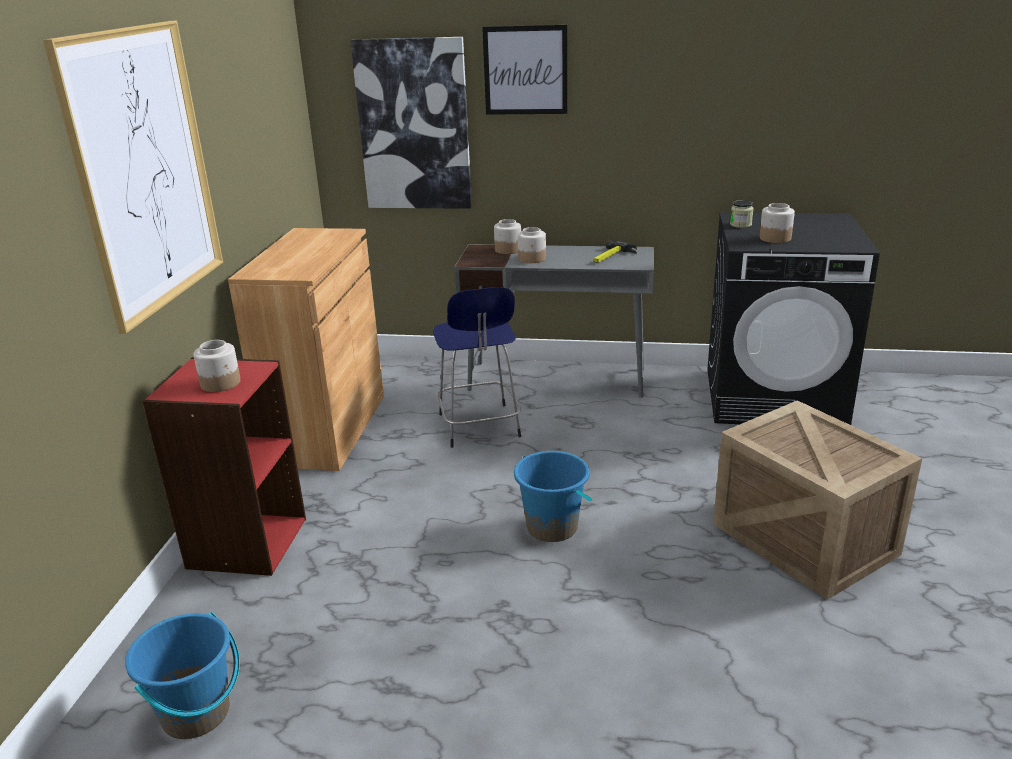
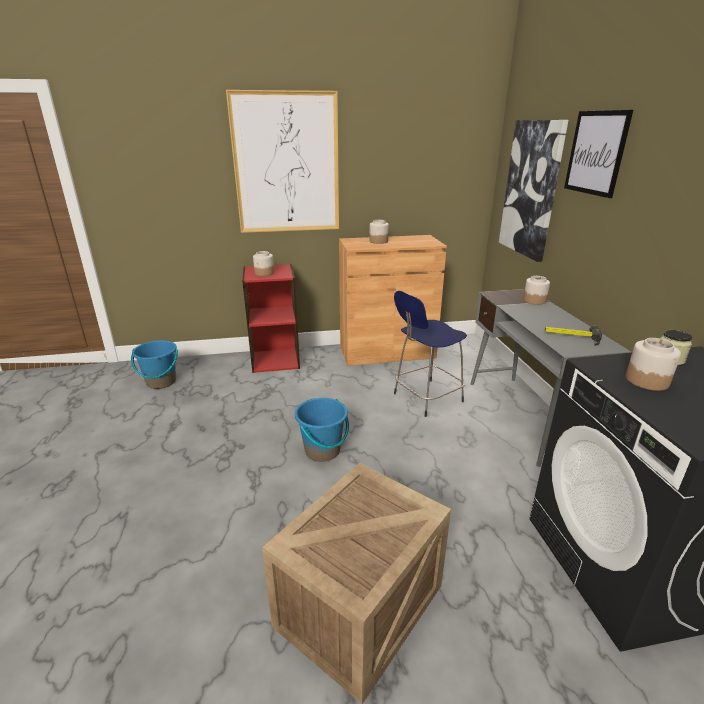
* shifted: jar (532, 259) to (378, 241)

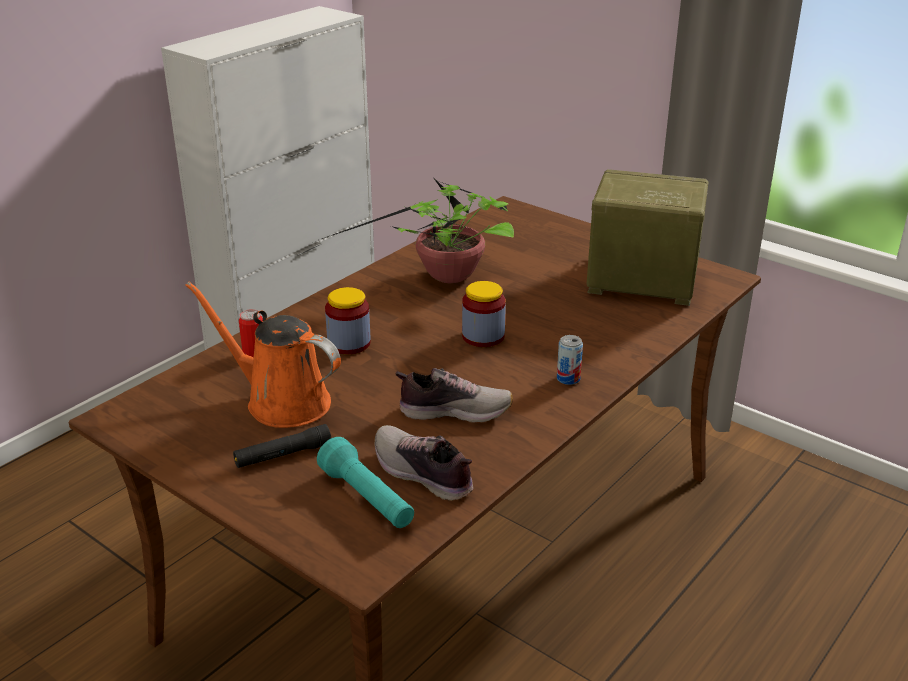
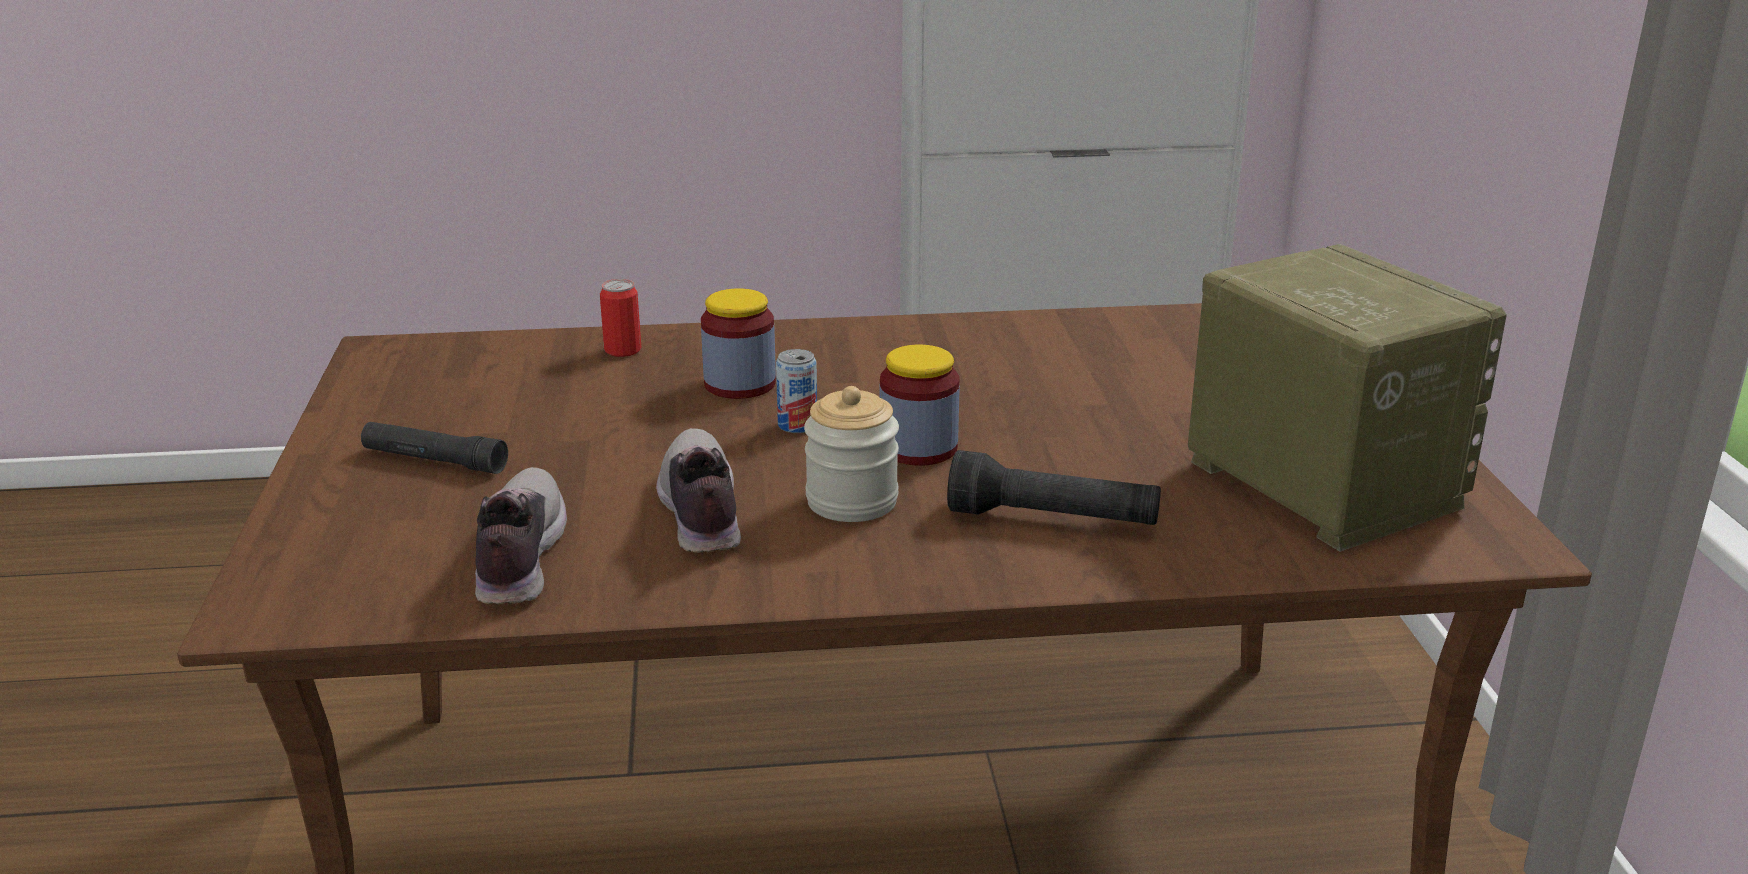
* rotated: shoe (454, 411) = (699, 512) 150 degrees counterclockwise
* shifted: can (568, 378) to (797, 425)
* new: jar (852, 501)
* new: black flashlight (1052, 520)
* gone: orange watering can (281, 401)
* gone: turquoise flashlight (367, 499)
* gone: potted plant (445, 277)

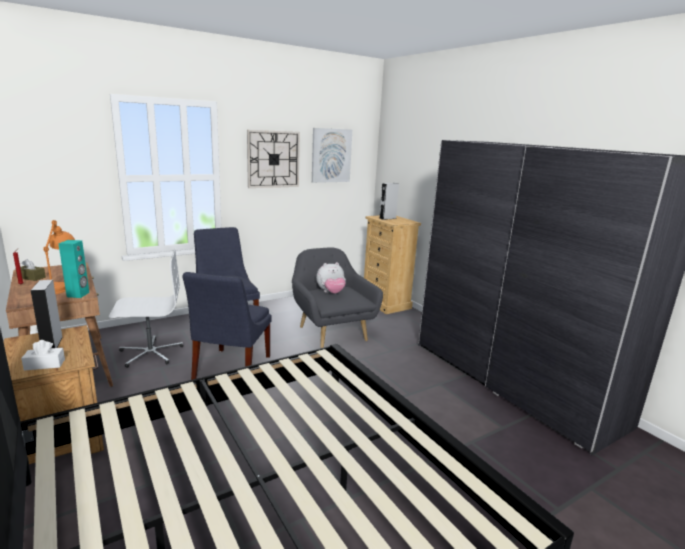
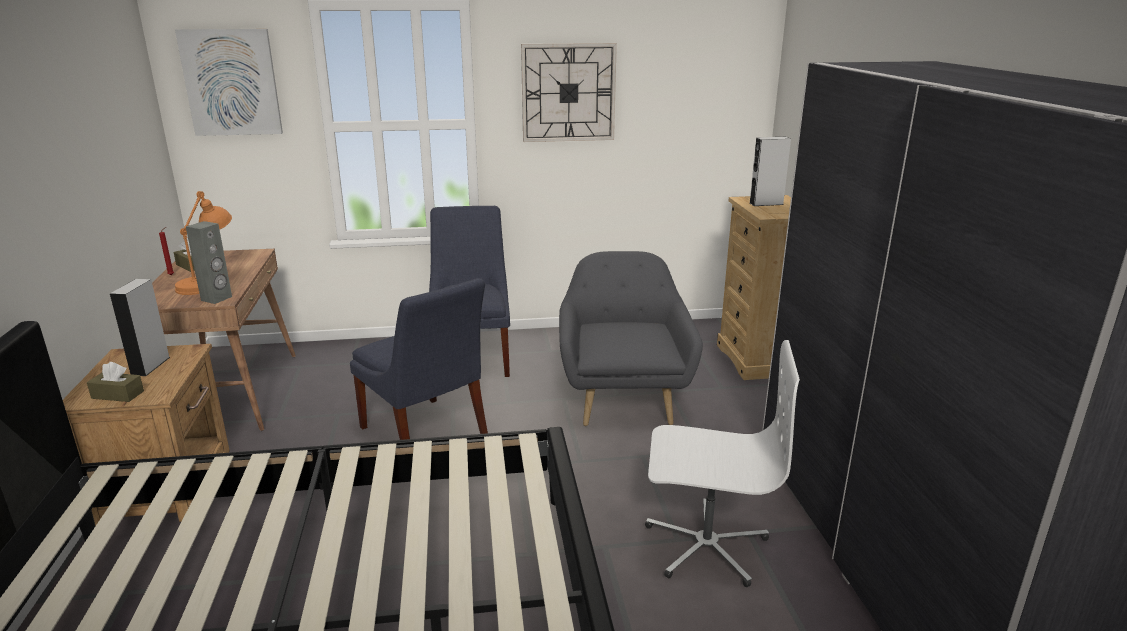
* repainted: white tissue box (44, 364) to brown tissue box (117, 395)
* shifted: picture (331, 155) to (231, 82)
* repainted: turquoise speaker (78, 294) to grey speaker (217, 298)
* rotated: blue chair (230, 369) = (425, 435) 75 degrees counterclockwise
* shifted: white office chair (150, 353) to (705, 545)
* gone: plush toy (331, 293)

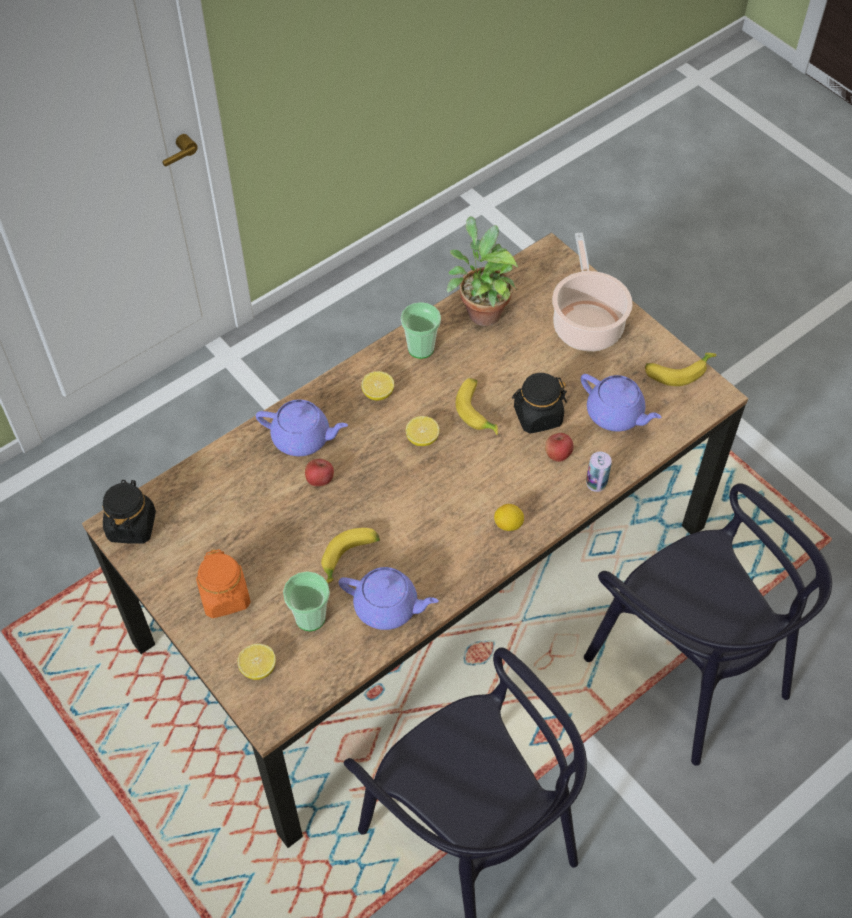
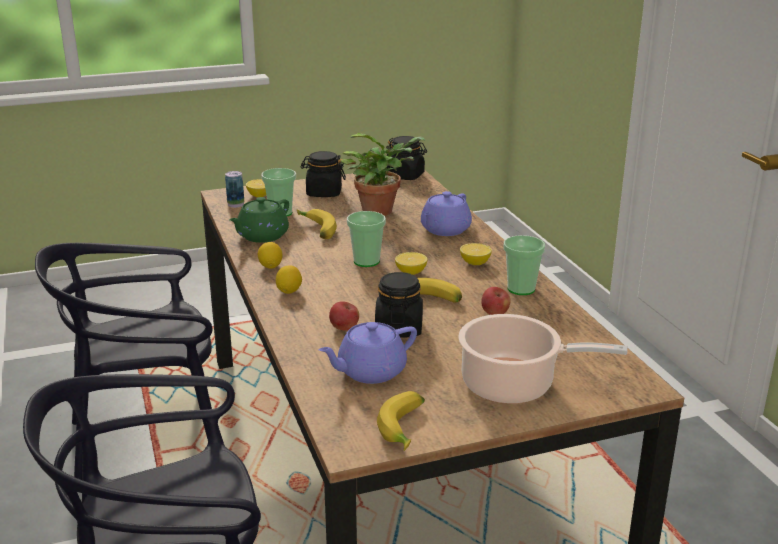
* shifted: can (596, 483) to (236, 204)
* repainted: purple teapot (387, 607) to green teapot (261, 236)
* new: lemon (270, 266)
* repainted: orange jar (225, 597) to black jar (323, 193)
* shifted: potted plant (481, 310) to (381, 210)
* new: cup (366, 261)
* shifted: apple (319, 480) to (495, 314)

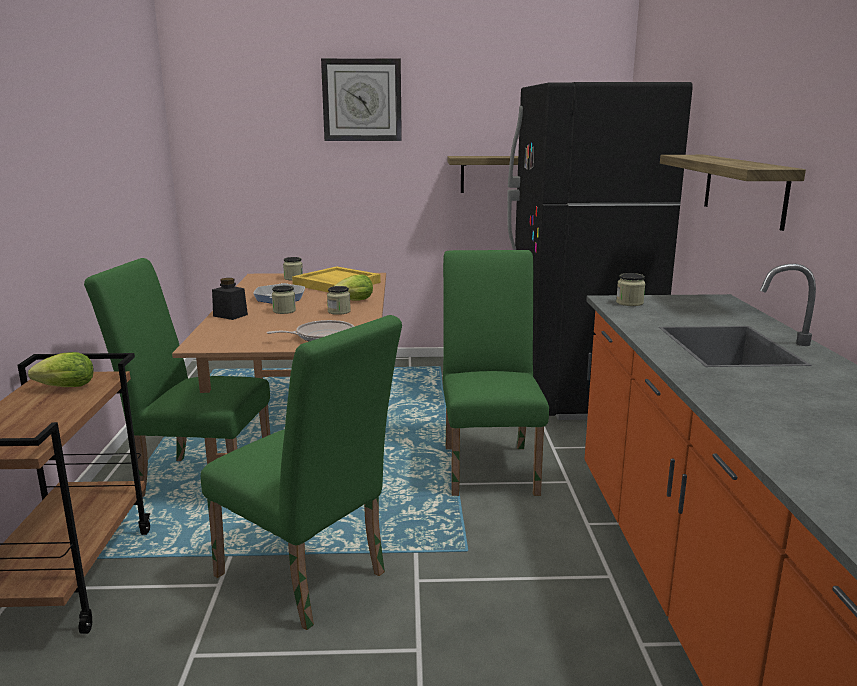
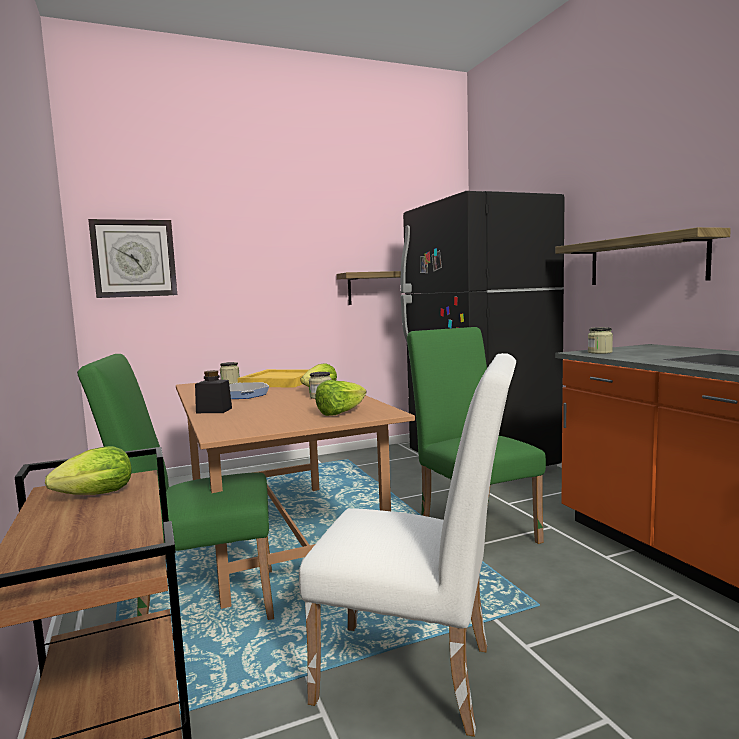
* shifted: wall clock (362, 100) to (134, 258)
* repainted: green chair (308, 579) to white chair (419, 677)
* swapped: frying pan (321, 336) to lettuce (340, 413)
* gone: jar (284, 311)

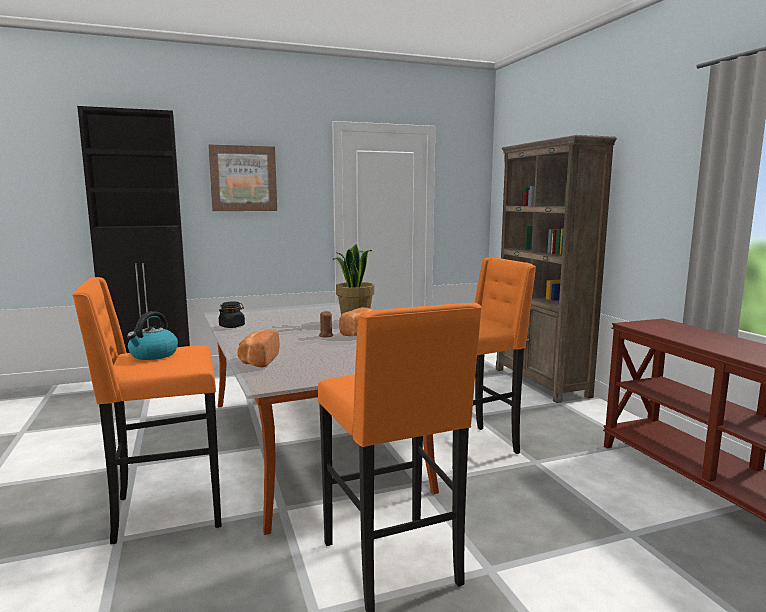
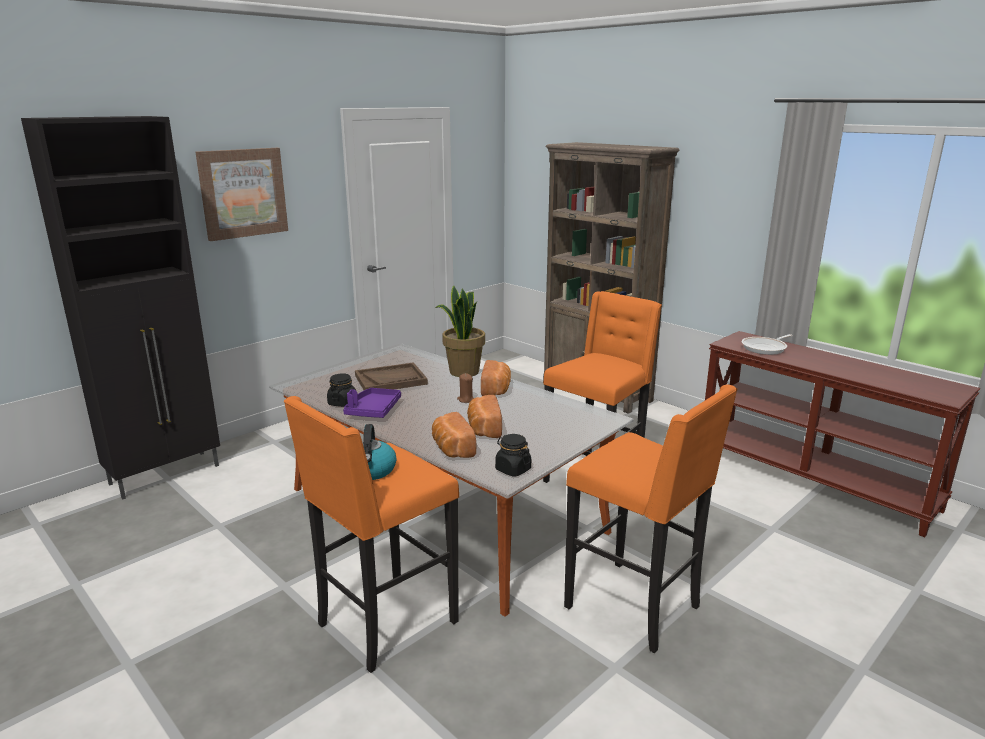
* new: purple tray (373, 410)
* new: brown tray (391, 380)
* new: bread (483, 429)
* new: black jar (513, 469)
* new: frying pan (765, 348)

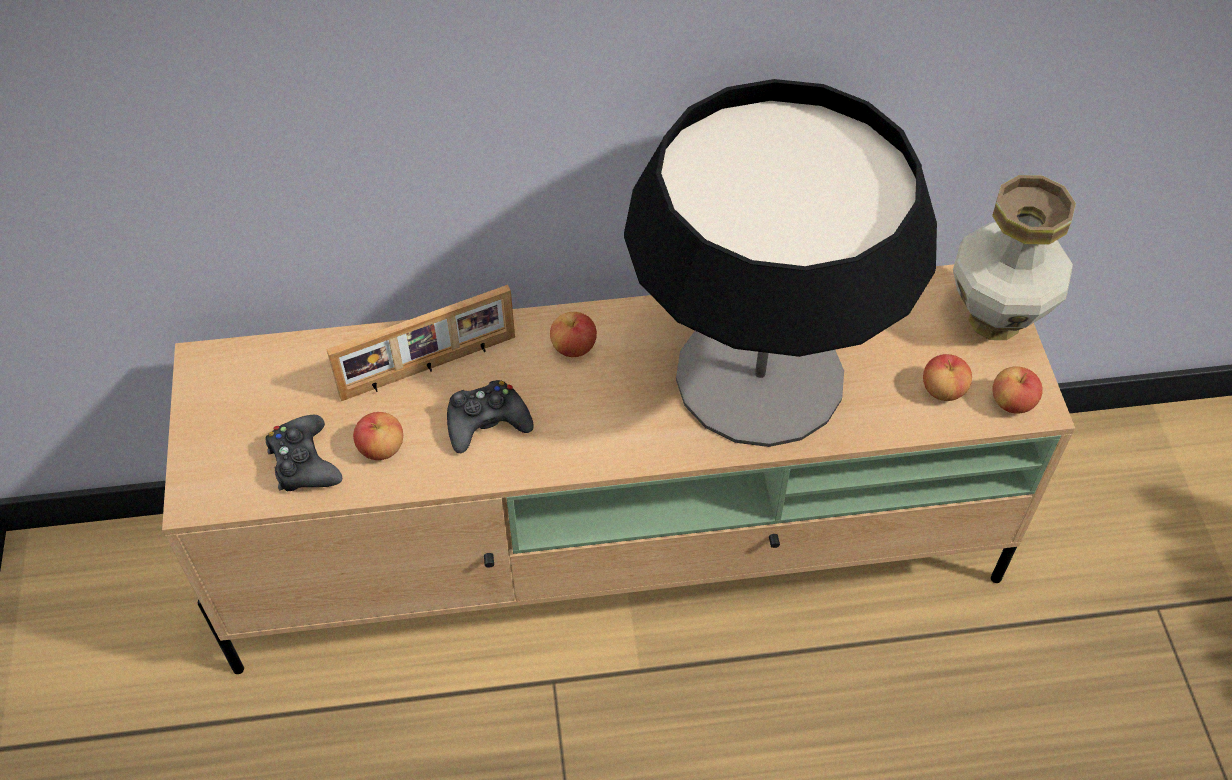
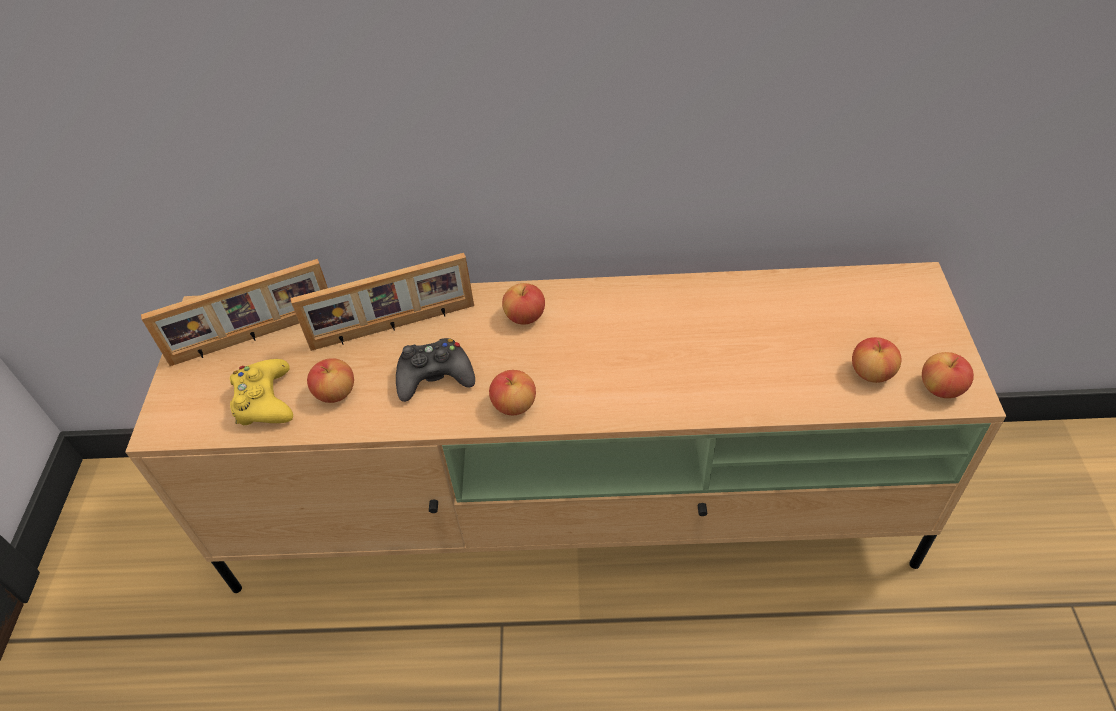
* new: picture frame (254, 337)
* repainted: black game controller (304, 462) to yellow game controller (264, 401)
* new: apple (514, 405)
* gone: table lamp (759, 376)
* gone: vase (993, 320)

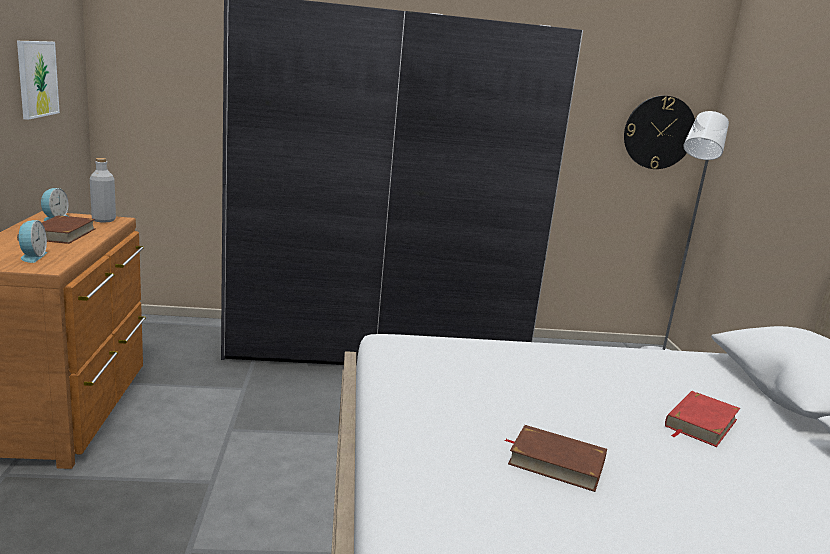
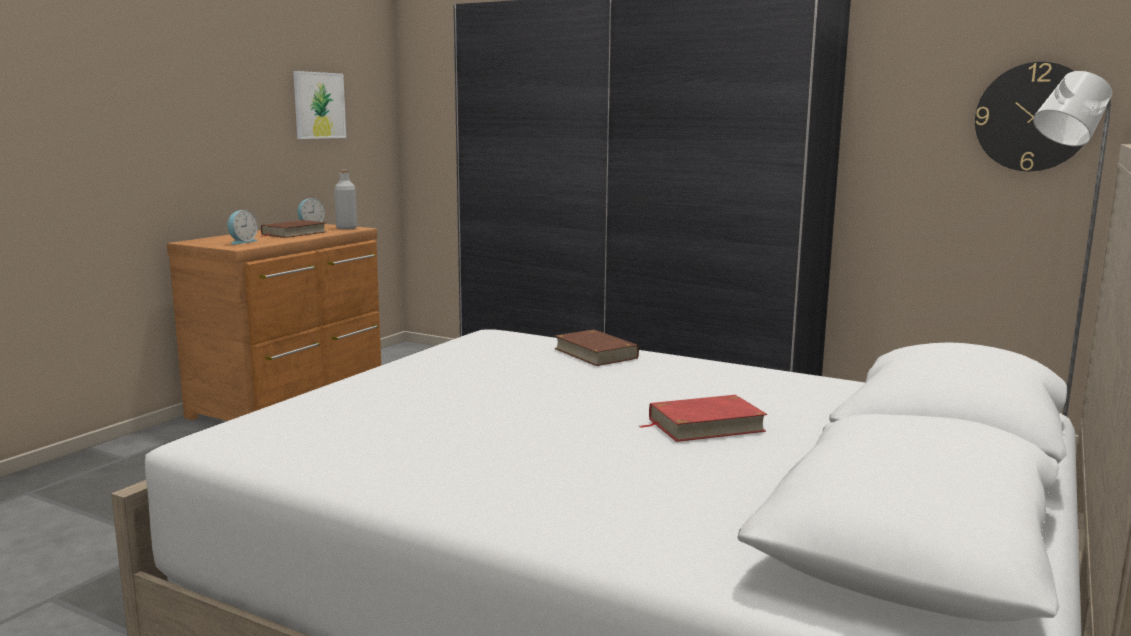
* shifted: brown book (556, 462) to (595, 353)

